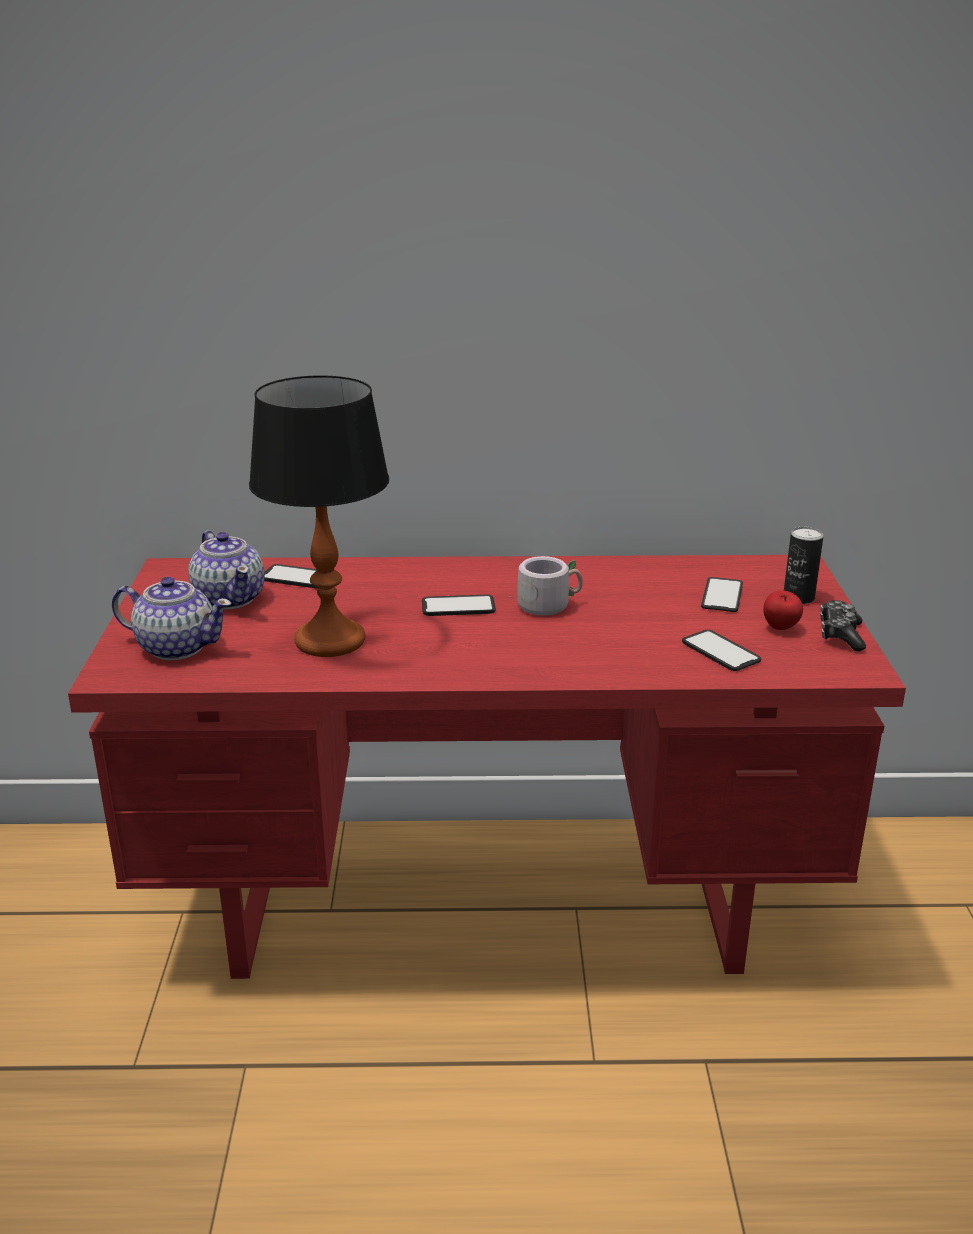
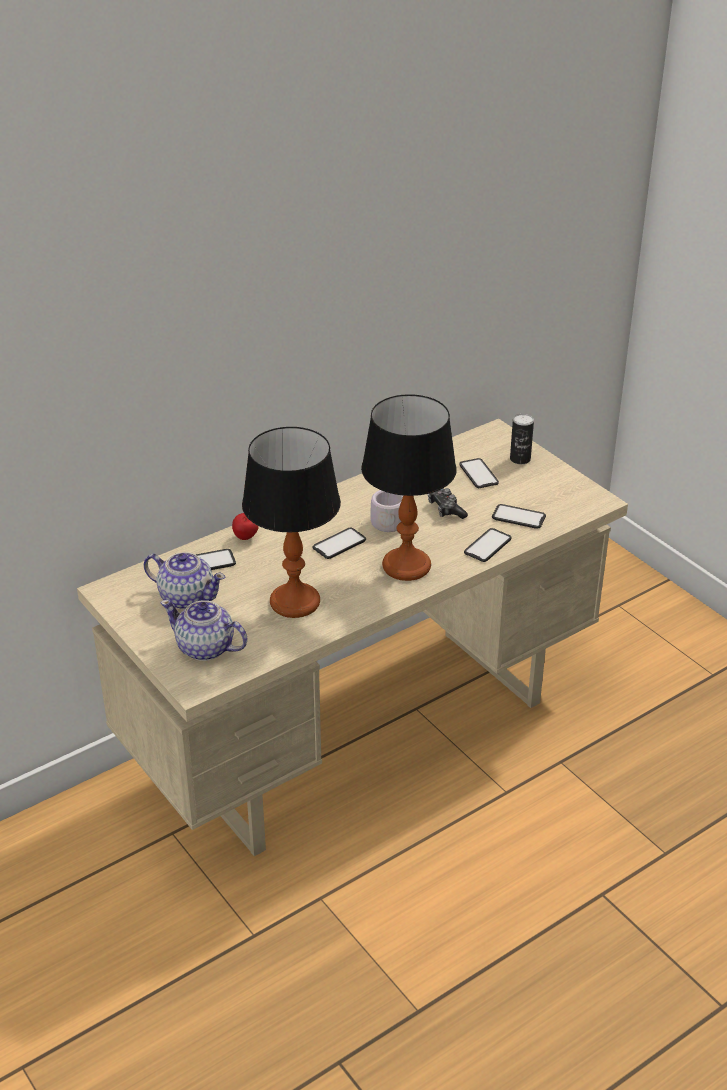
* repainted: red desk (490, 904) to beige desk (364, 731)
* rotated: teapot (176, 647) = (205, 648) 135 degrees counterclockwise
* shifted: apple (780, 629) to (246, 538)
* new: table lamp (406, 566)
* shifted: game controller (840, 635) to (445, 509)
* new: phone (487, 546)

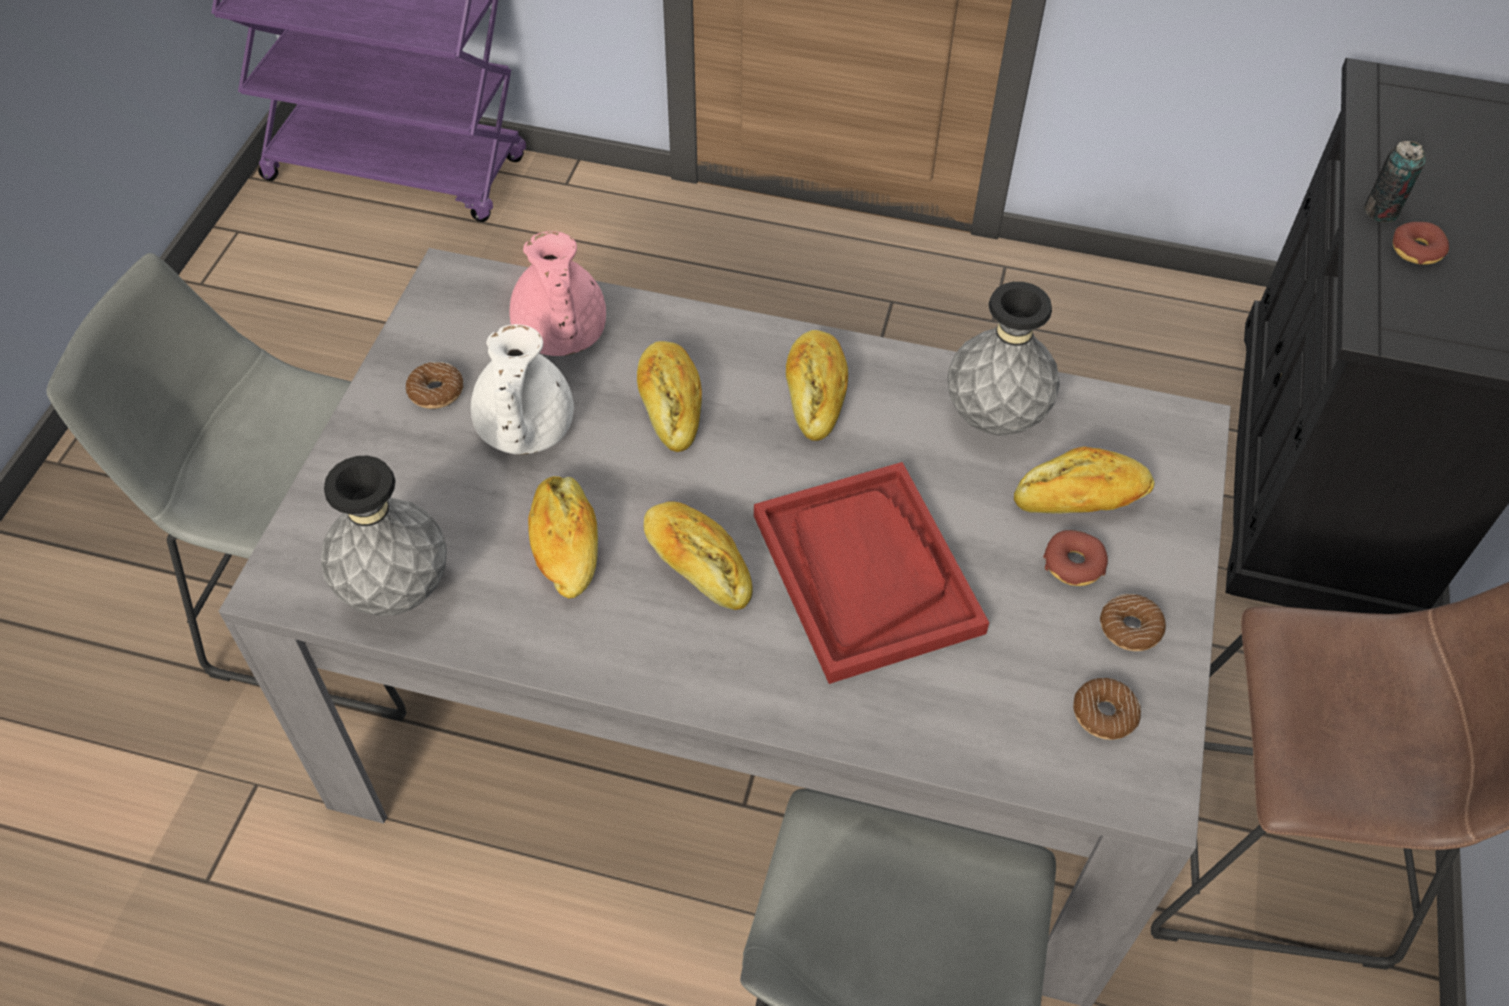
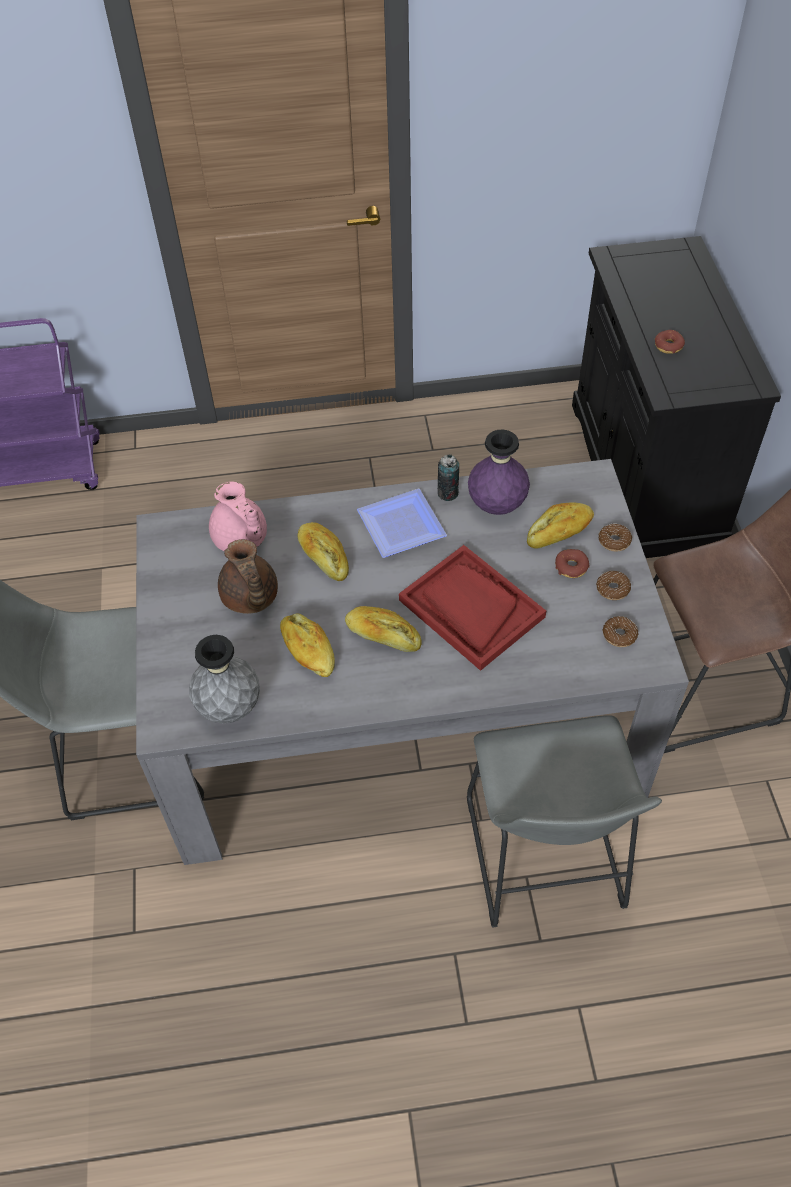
* repainted: white teapot (523, 430) to brown teapot (250, 598)
* swapped: bread (815, 394) to plate (398, 524)
* shifted: can (1381, 211) to (448, 493)
* repainted: grey vase (995, 418) to purple vase (497, 505)
* shifted: donut (436, 392) to (614, 541)

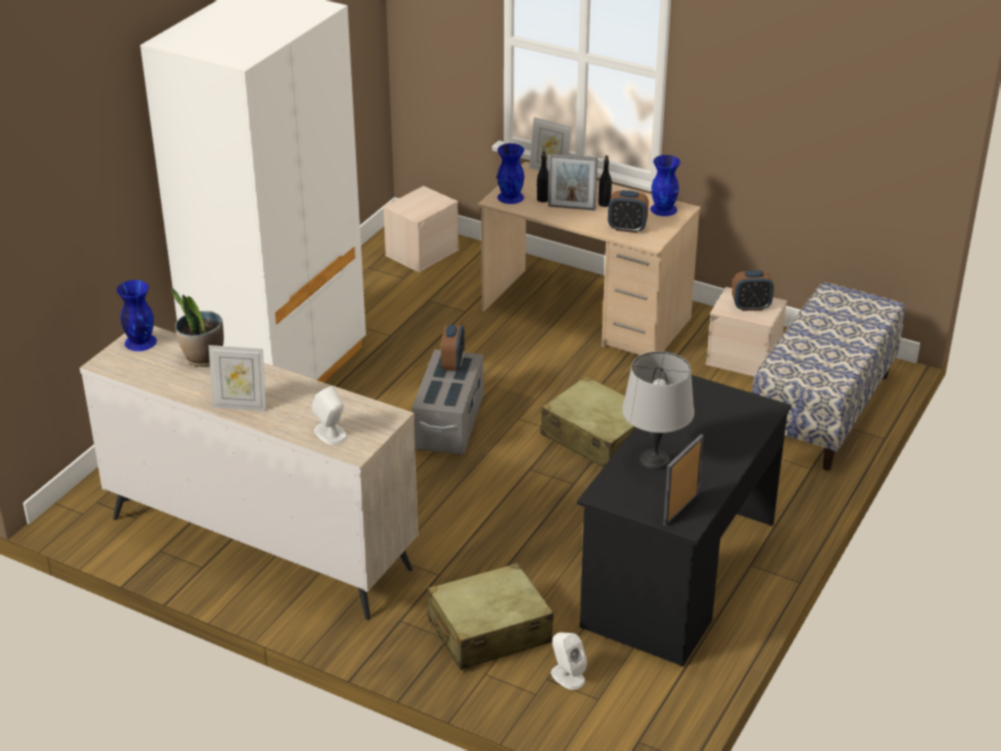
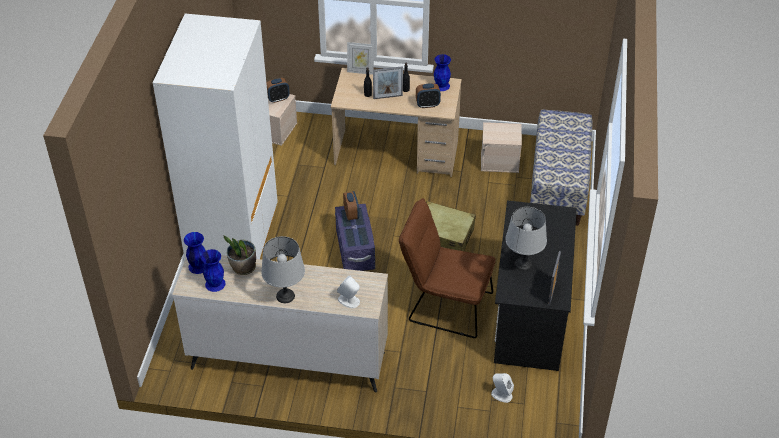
* shifted: blue vase (511, 197) to (215, 283)
* swapped: picture frame (240, 405) to grey table lamp (285, 296)
* shifted: alarm clock (751, 306) to (278, 99)
* repainted: grey storage box (449, 423) to purple storage box (355, 249)
* new: brown chair (444, 305)
* gone: beige suitcase (488, 631)

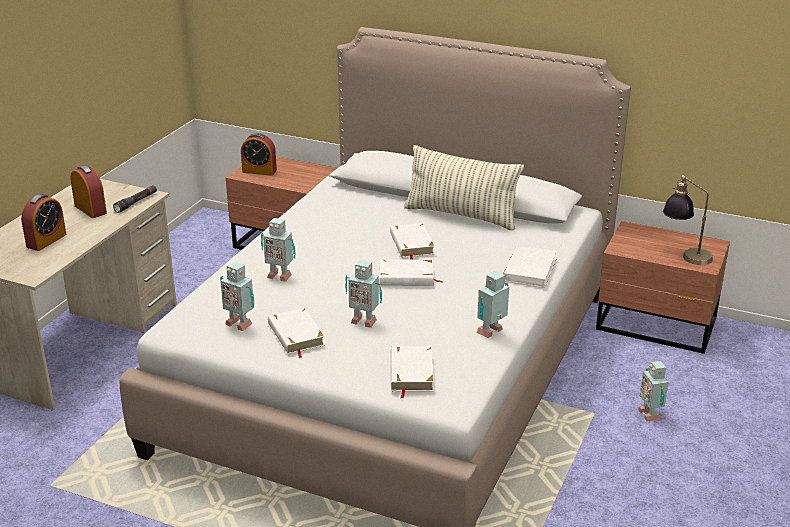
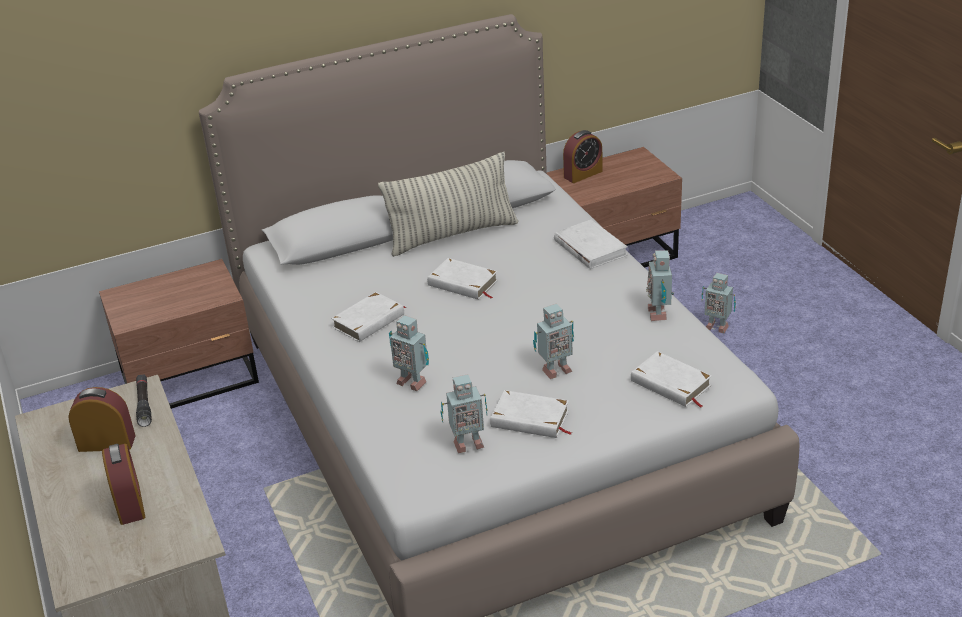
* shifted: white book (407, 277) to (369, 321)
* rotated: toy robot (279, 275) = (412, 381) 60 degrees clockwise
* shifted: alarm clock (259, 171) to (583, 174)
* gone: table lamp (684, 255)

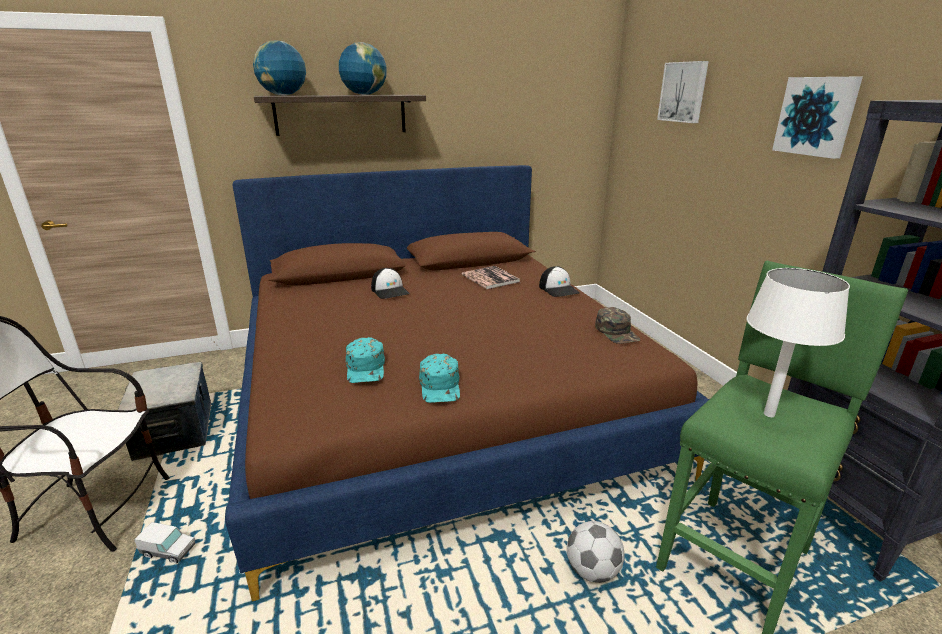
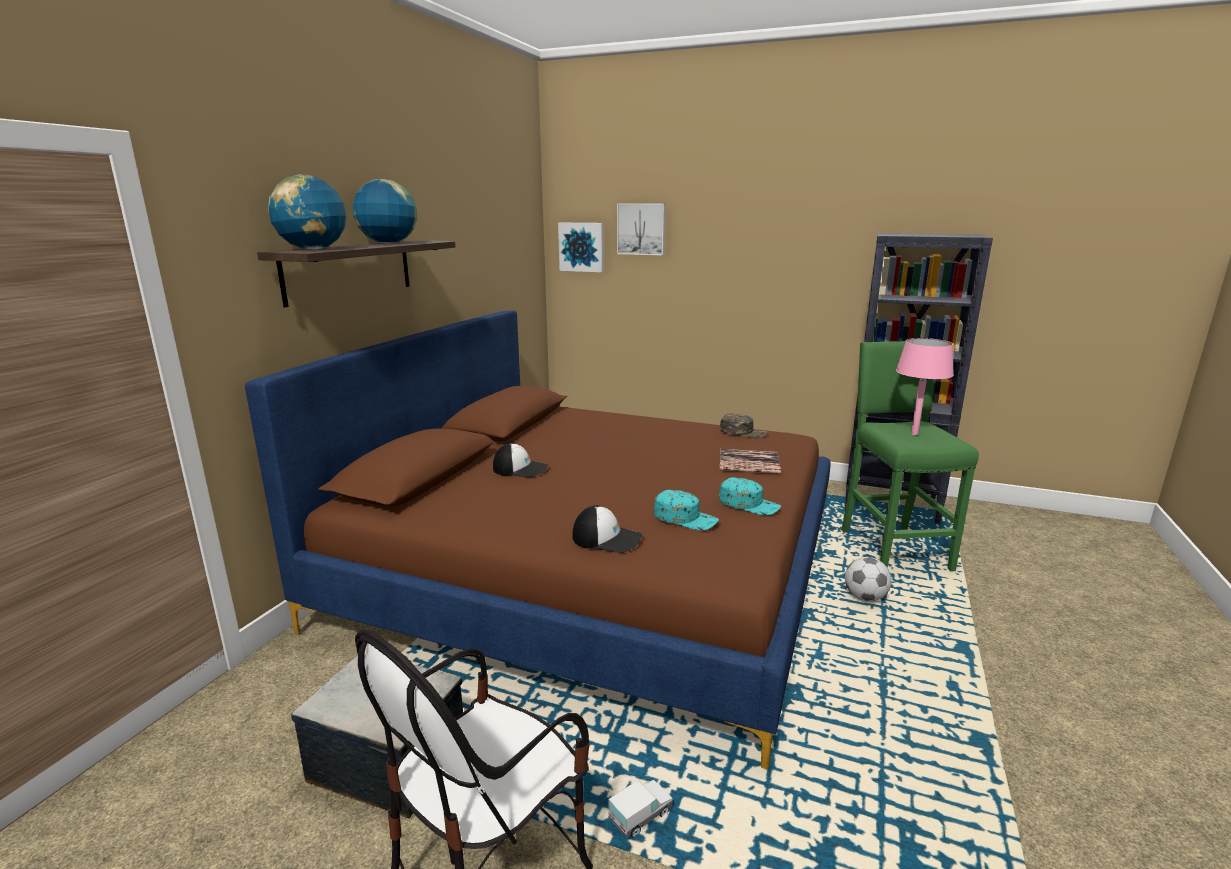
* shifted: picture (816, 116) to (582, 247)
* shifted: cap (558, 289) to (607, 538)
* shifted: book (490, 278) to (749, 463)
* repainted: white table lamp (769, 414) to pink table lamp (914, 434)

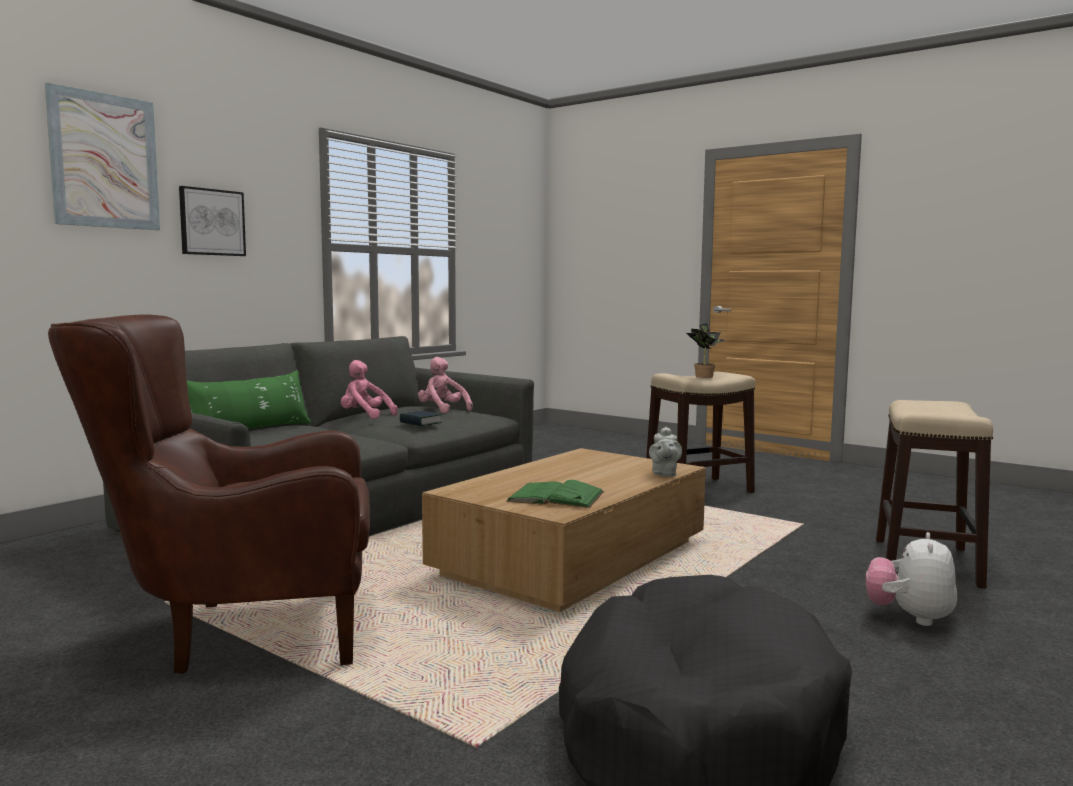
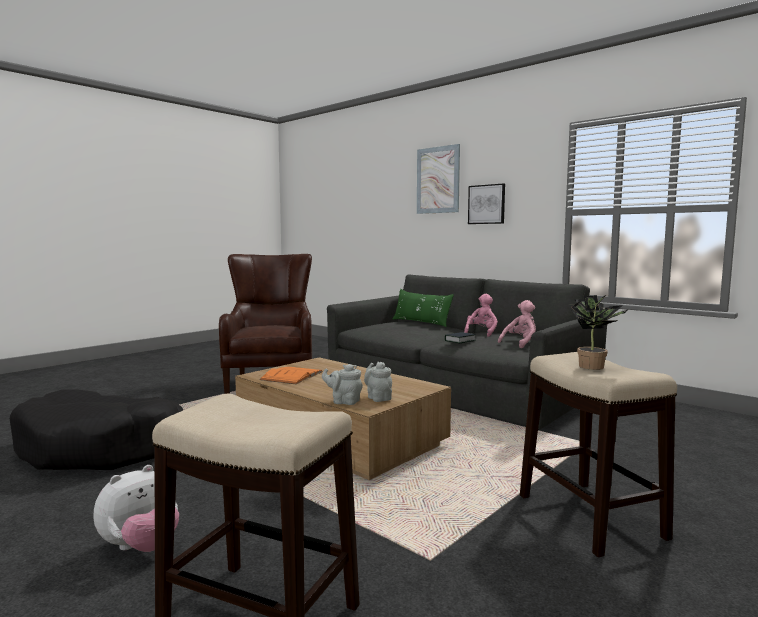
* rotated: plush toy (909, 617) = (140, 547) 105 degrees clockwise
* repainted: green book (556, 496) to orange book (292, 376)
* new: grey teapot (378, 398)

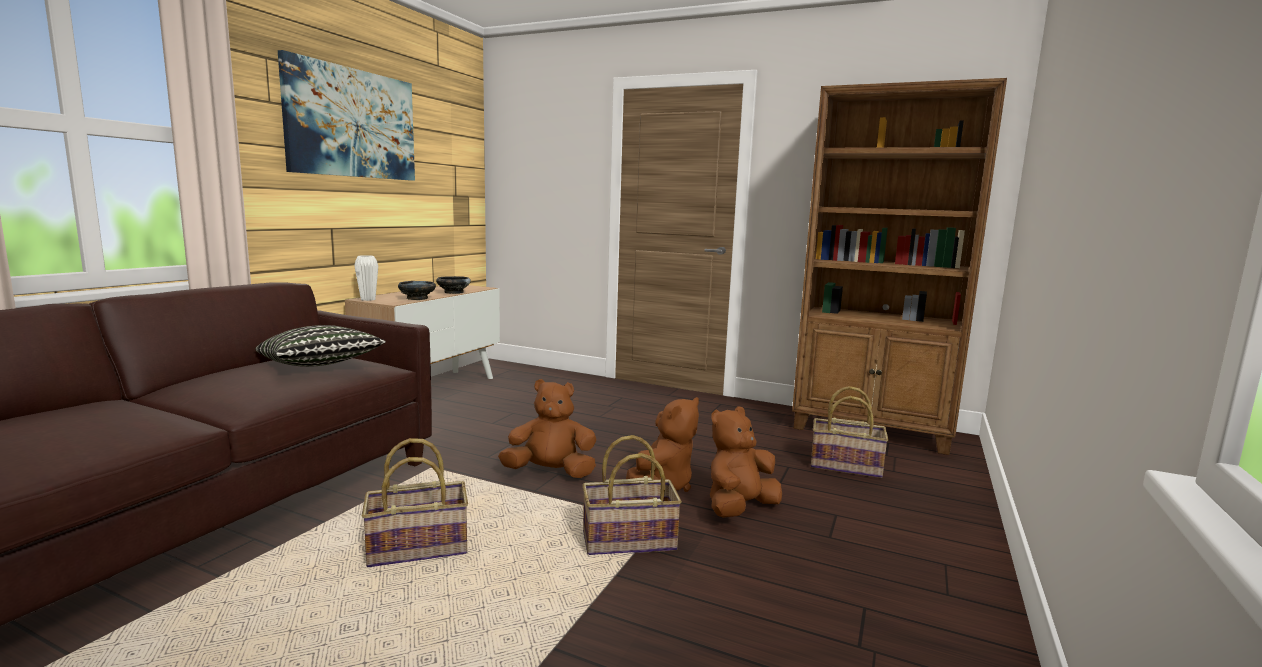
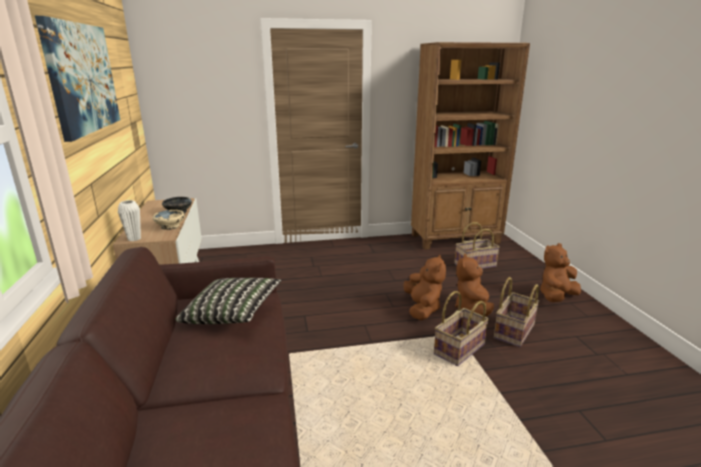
* repainted: black bowl (417, 298) to beige bowl (170, 227)
* shifted: basket (418, 547) to (513, 331)
* shifted: brown plush toy (550, 472) to (556, 297)

